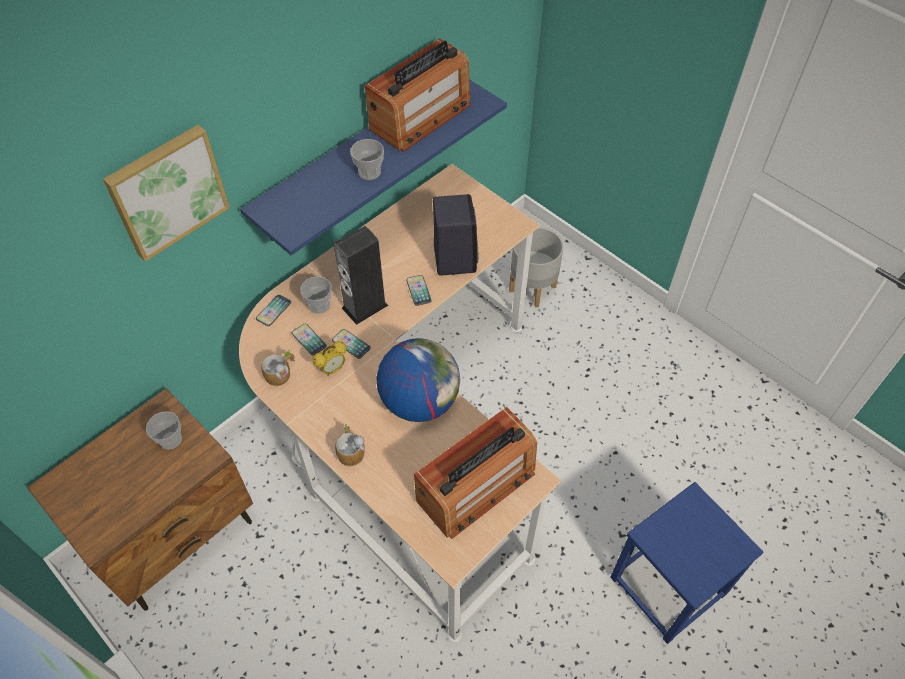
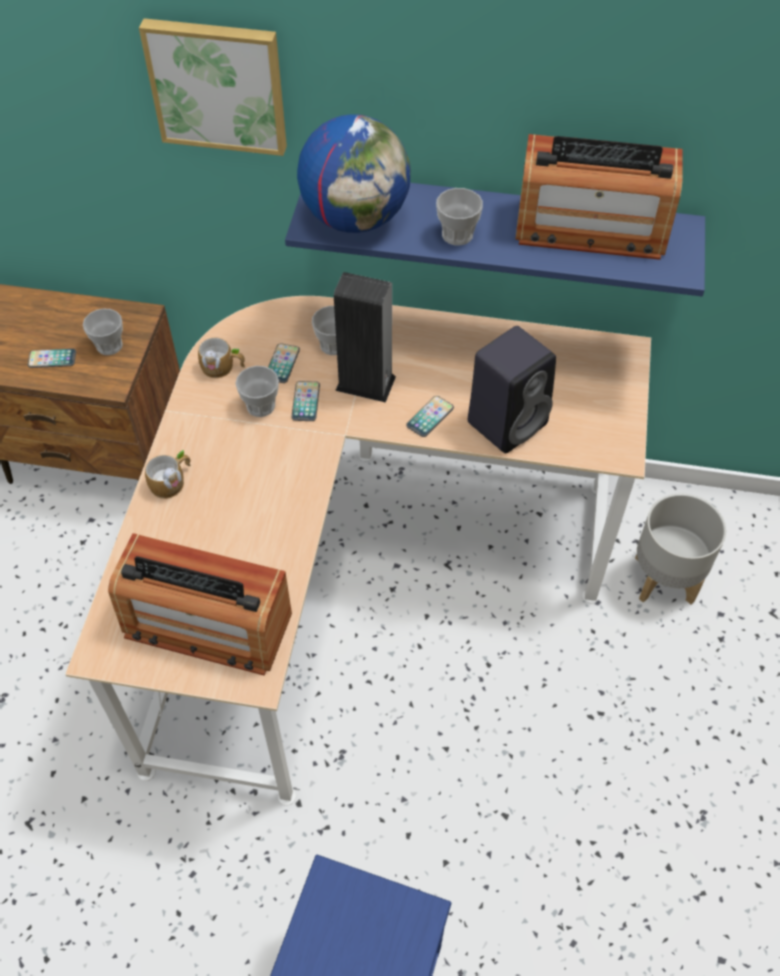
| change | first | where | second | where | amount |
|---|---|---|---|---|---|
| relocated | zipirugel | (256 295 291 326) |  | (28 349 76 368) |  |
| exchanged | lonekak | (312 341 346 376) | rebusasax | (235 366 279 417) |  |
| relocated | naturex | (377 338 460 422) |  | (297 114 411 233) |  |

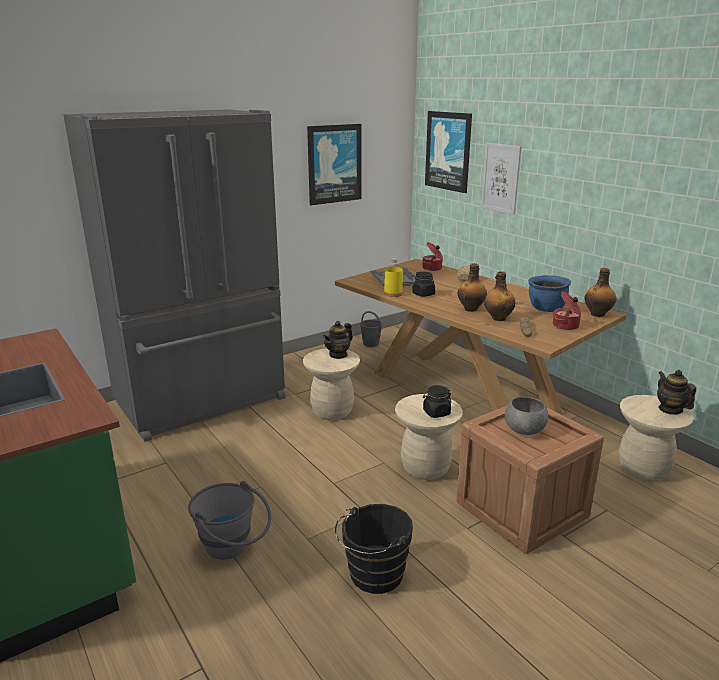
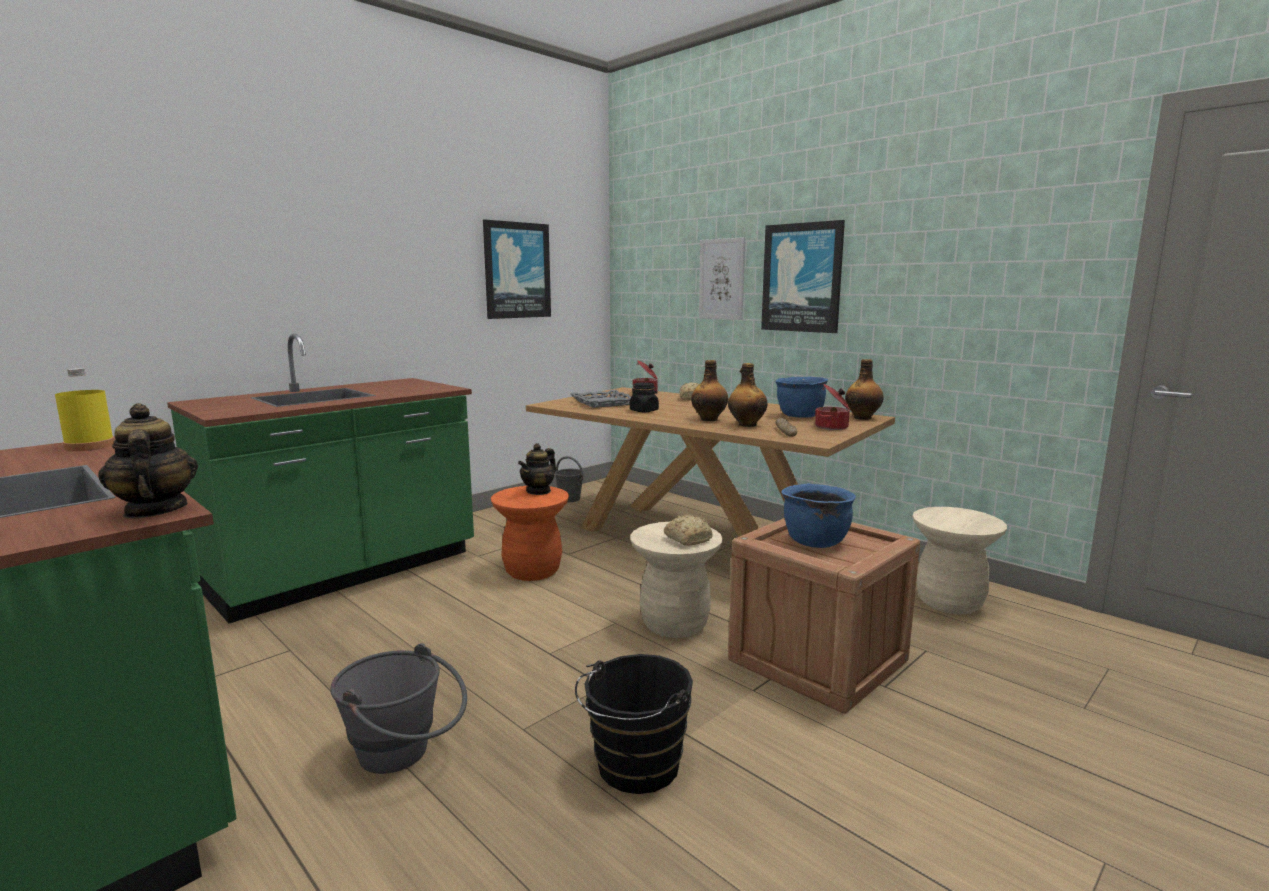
| change | first | where | second | where | amount |
|---|---|---|---|---|---|
| exchanged | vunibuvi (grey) | (63 109 286 442) | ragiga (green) | (167 334 474 623) |  |
| colour | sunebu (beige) | (303 348 360 420) | sunebu (orange) | (491 486 569 581) |  |
| relocated | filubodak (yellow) | (384 258 403 297) |  | (55 368 114 451) |  |
| exchanged | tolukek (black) | (423 385 451 418) | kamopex | (664 515 713 546) |  |
| relocated | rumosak | (425 111 472 193) |  | (761 220 845 333) |  |
| exchanged | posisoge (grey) | (505 397 548 435) | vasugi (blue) | (781 484 856 548) |  |
| relocated | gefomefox | (657 370 696 415) |  | (98 403 198 518) |  |

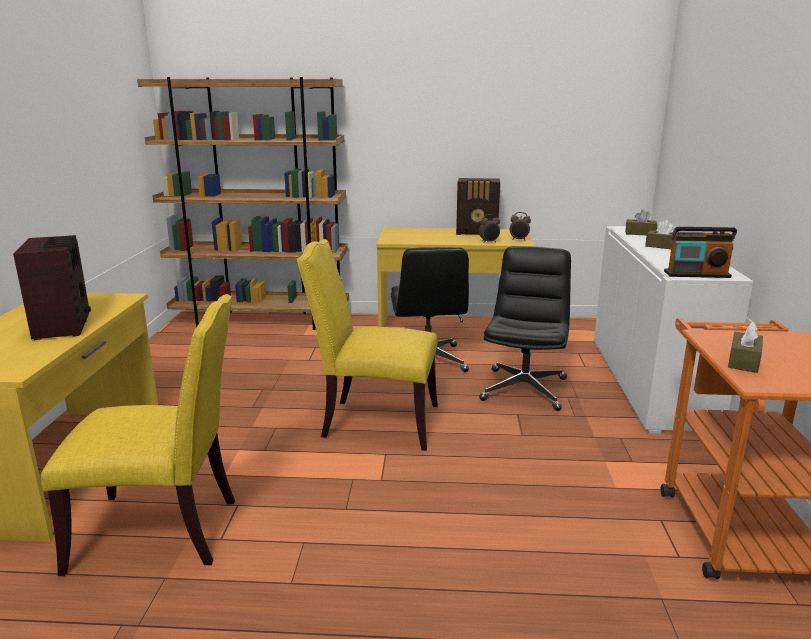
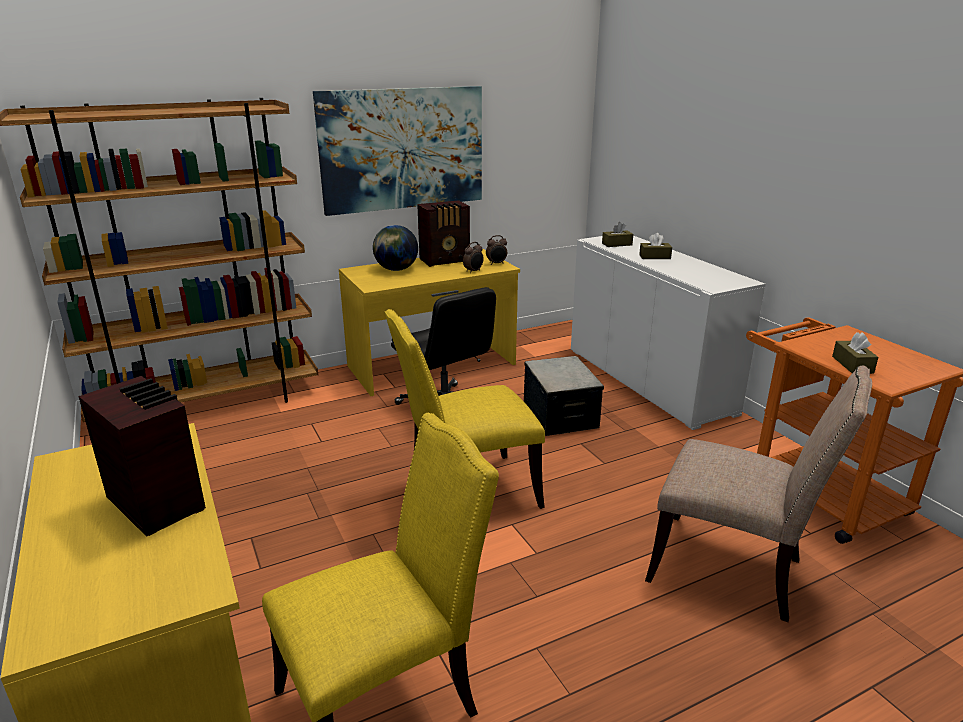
| change | first | where | second | where | amount |
|---|---|---|---|---|---|
| exchanged | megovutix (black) | (479 246 571 411) | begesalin | (524 356 604 436) |  |
| missing | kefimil | (664 227 737 278) |  |  |  |
| appeared |  |  | rumosak | (313 86 482 216) |  |
| appeared |  |  | naturex | (373 225 418 271) |  |
| appeared |  |  | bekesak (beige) | (645 366 872 622) |  |

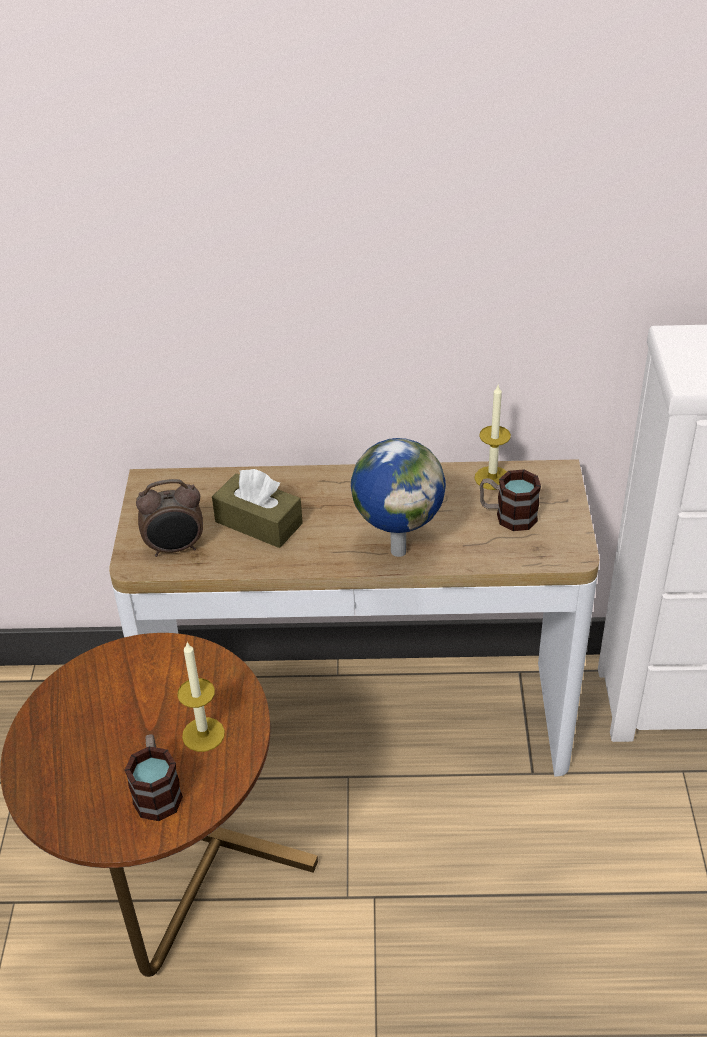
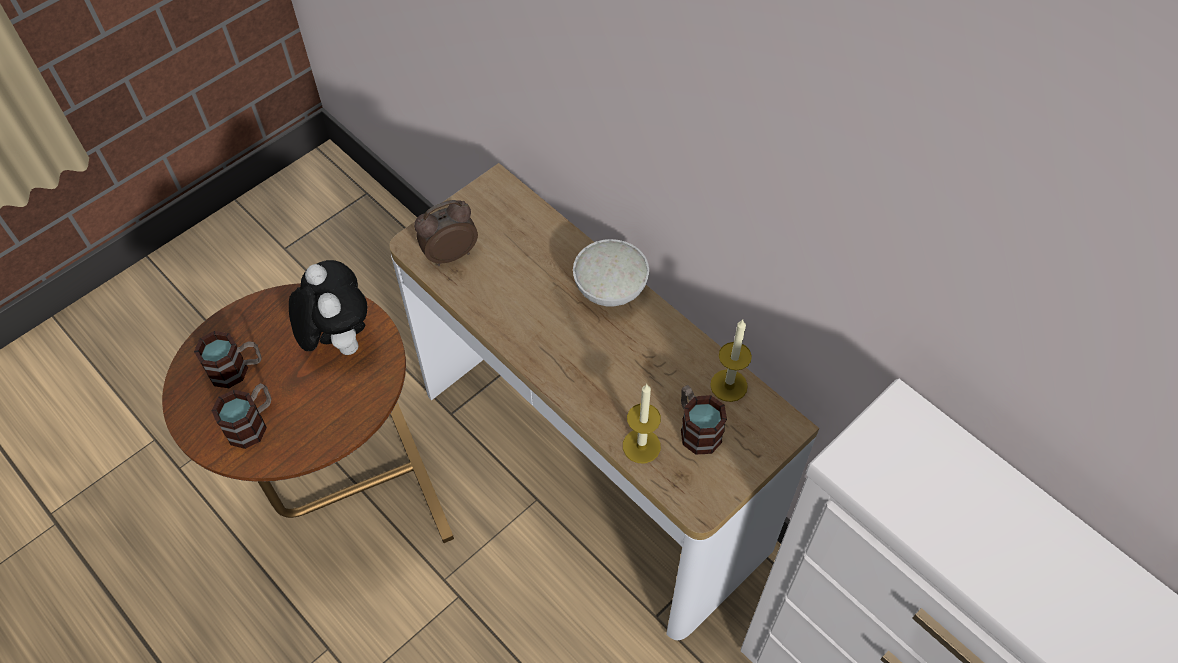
| change | first | where | second | where | amount |
|---|---|---|---|---|---|
| spun | lonekak | (136 479 203 557) |  | (414 200 478 266) | 120 degrees clockwise |
| relocated | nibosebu | (177 643 225 752) |  | (623 384 661 463) |  |
| missing | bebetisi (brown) | (212 469 303 548) |  |  |  |
| missing | naturex | (351 438 446 557) |  |  |  |
| appeared |  |  | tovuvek | (194 331 262 388) |  |
| appeared |  |  | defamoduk | (289 260 367 355) |  |
| appeared |  |  | posisoge (white) | (573 239 649 307) |  |

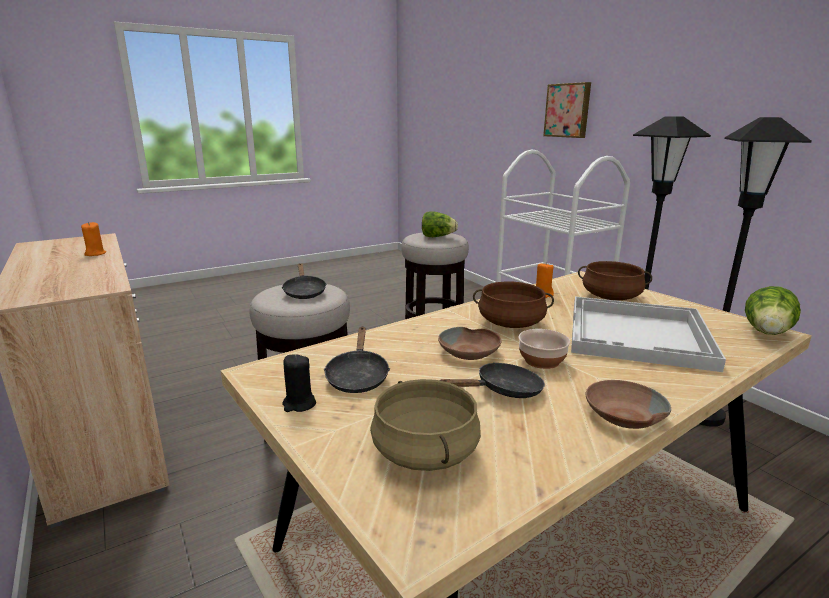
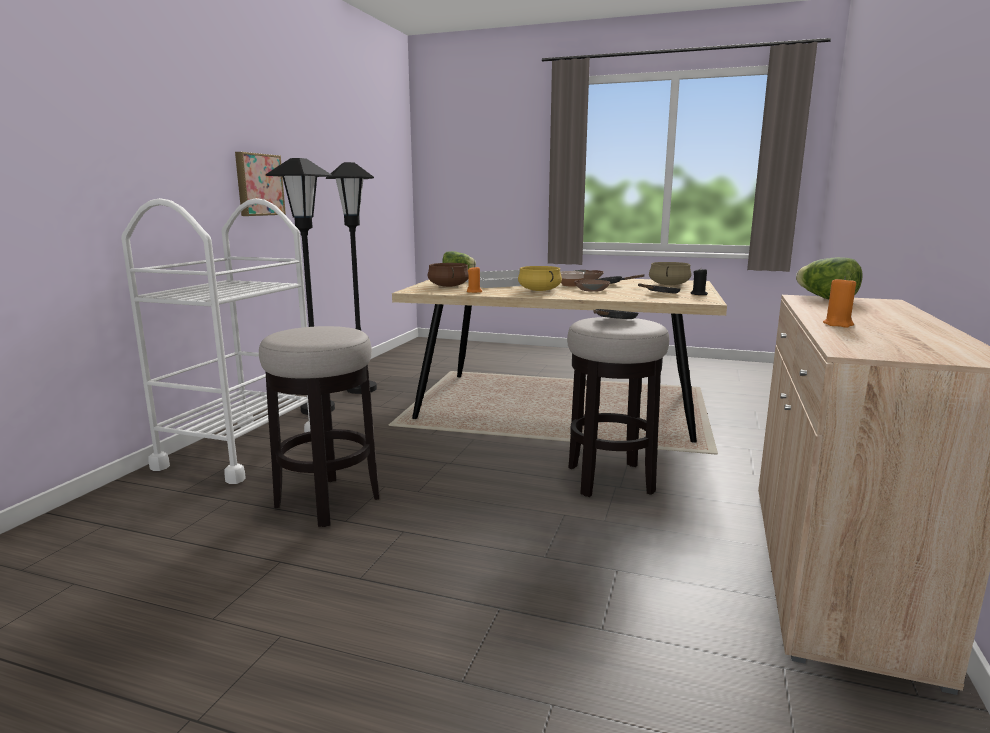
| change | first | where | second | where | amount |
|---|---|---|---|---|---|
| relocated | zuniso | (422 211 458 237) |  | (796 257 862 299) |  |
| colour | vasugi (brown) | (473 282 554 328) | vasugi (yellow) | (518 266 562 291) |  |
| relocated | rumosak | (543 82 591 138) |  | (235 152 286 216) |  |

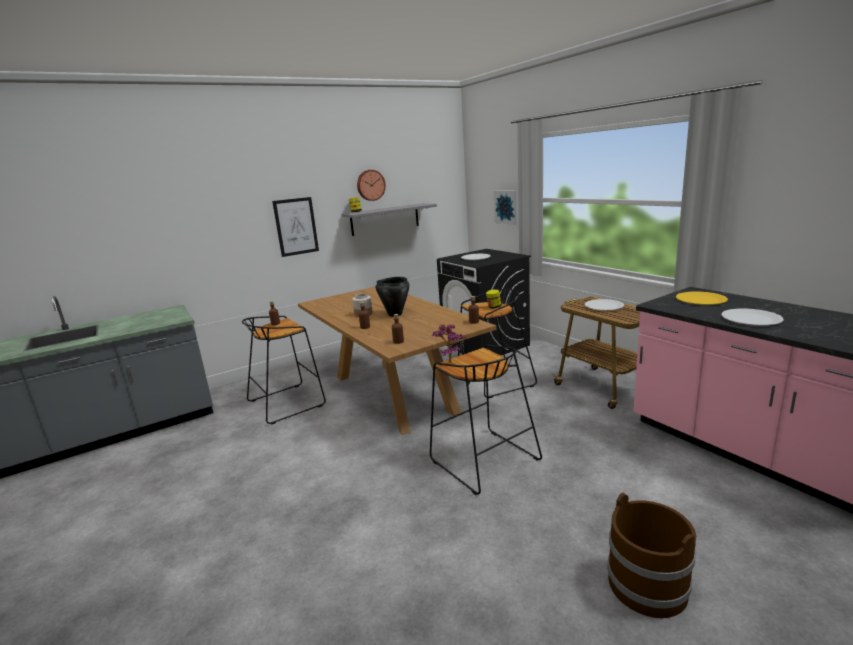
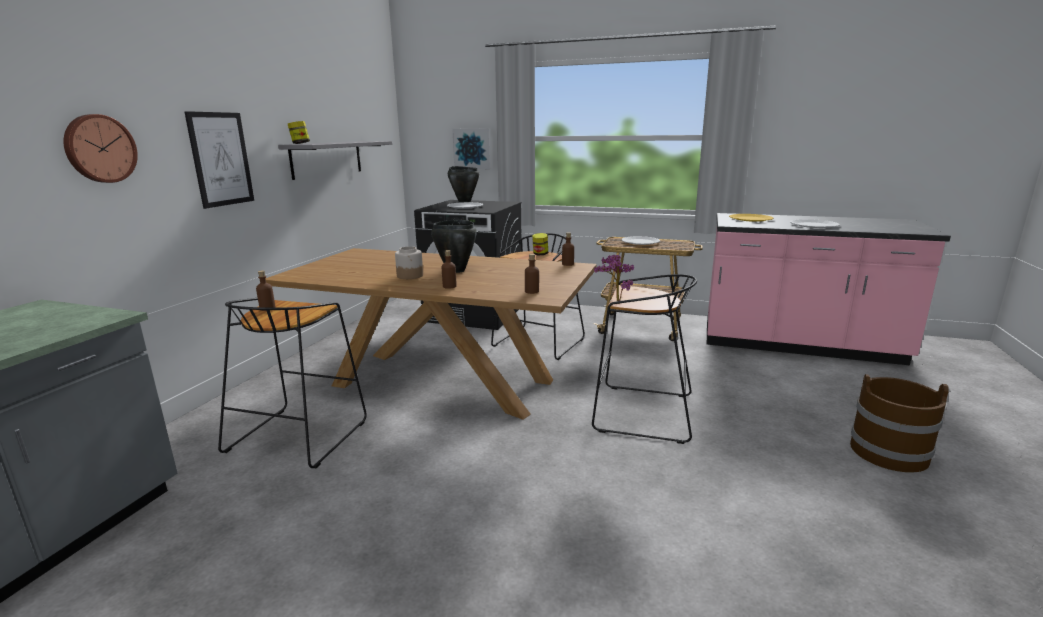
| change | first | where | second | where | amount |
|---|---|---|---|---|---|
| relocated | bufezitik | (357 170 386 201) |  | (64 114 138 183) |  |
| appeared |  |  | vasugi (black) | (448 166 479 202) |  |

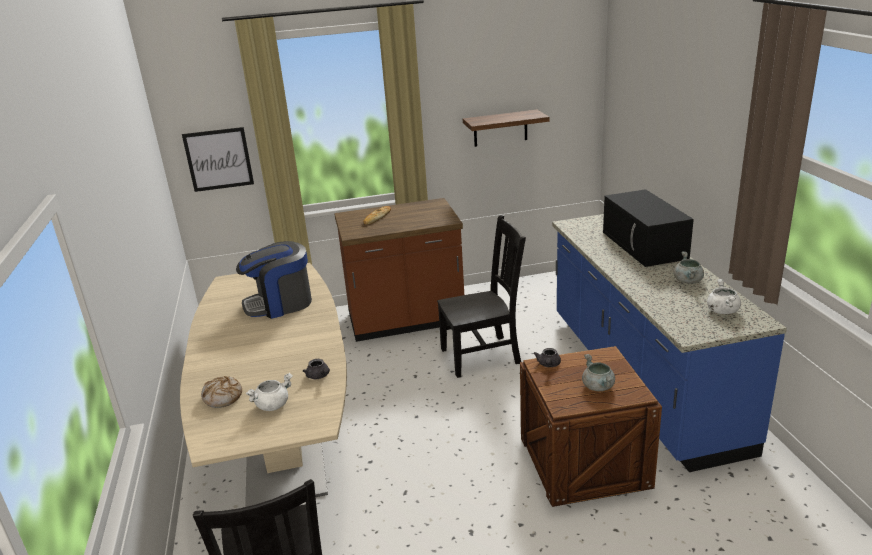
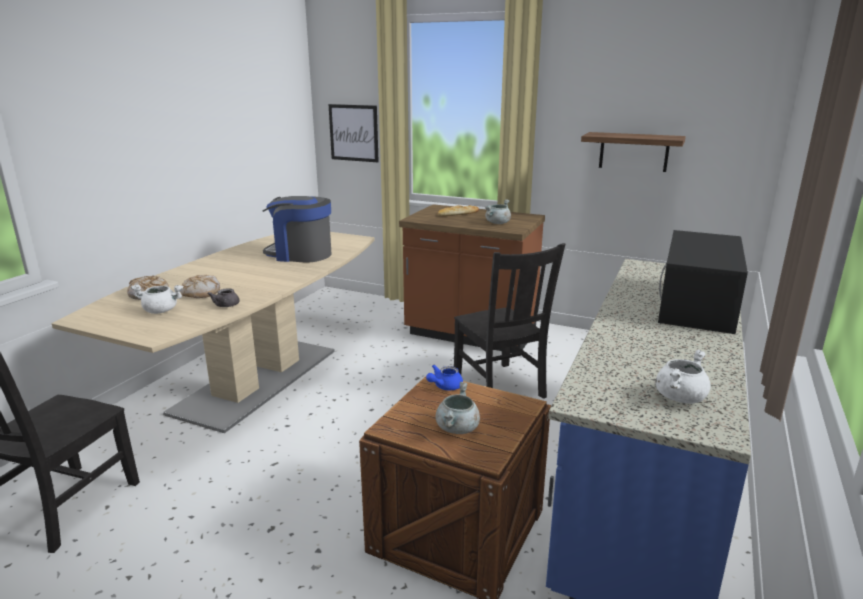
| change | first | where | second | where | amount |
|---|---|---|---|---|---|
| spun | bekesak (black) | (437 215 526 378) |  | (454 243 565 399) | 45 degrees clockwise |
| colour | gefomefox (grey) | (533 348 561 367) | gefomefox (blue) | (426 365 463 391) |  |
| relocated | vasugi (grey) | (673 251 704 283) |  | (485 199 511 224) |  |
| appeared |  |  | kamopex | (181 275 220 298) |  |

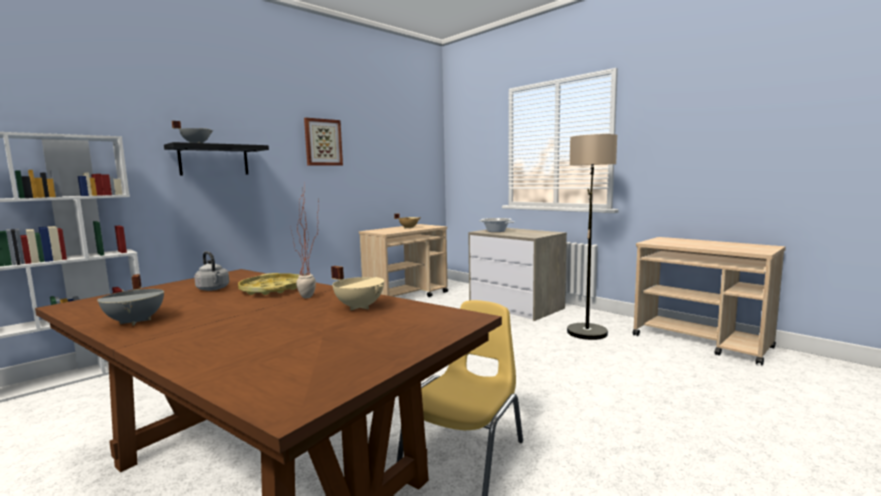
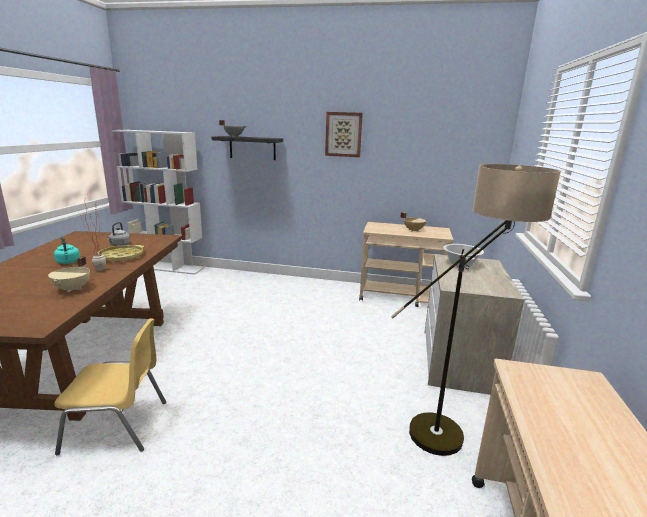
| change | first | where | second | where | amount |
|---|---|---|---|---|---|
| missing | vasugi (grey) | (97 274 164 326) |  |  |  |
| appeared |  |  | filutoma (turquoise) | (54 236 80 264) |  |

